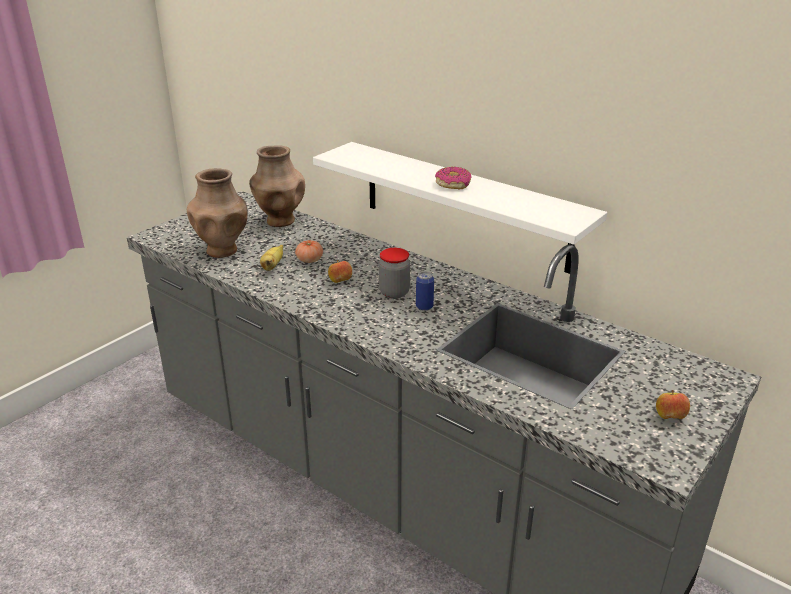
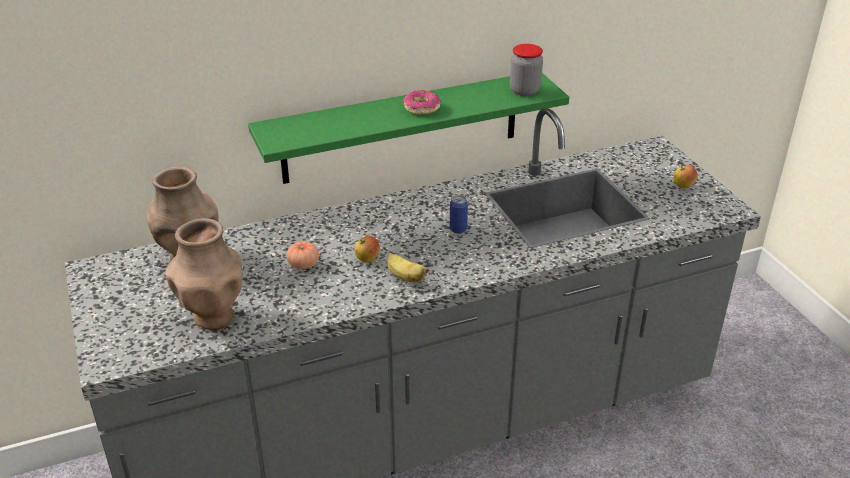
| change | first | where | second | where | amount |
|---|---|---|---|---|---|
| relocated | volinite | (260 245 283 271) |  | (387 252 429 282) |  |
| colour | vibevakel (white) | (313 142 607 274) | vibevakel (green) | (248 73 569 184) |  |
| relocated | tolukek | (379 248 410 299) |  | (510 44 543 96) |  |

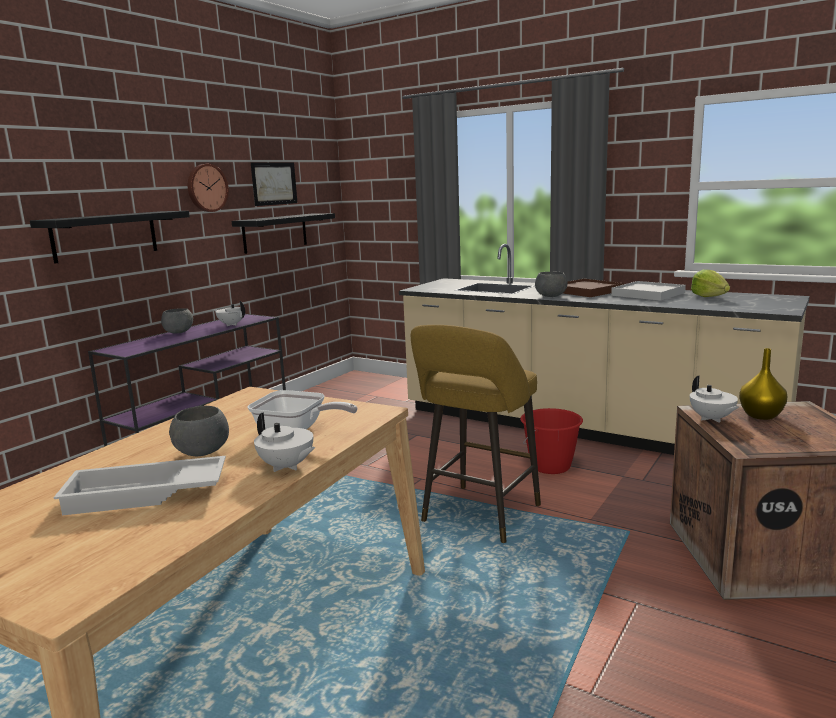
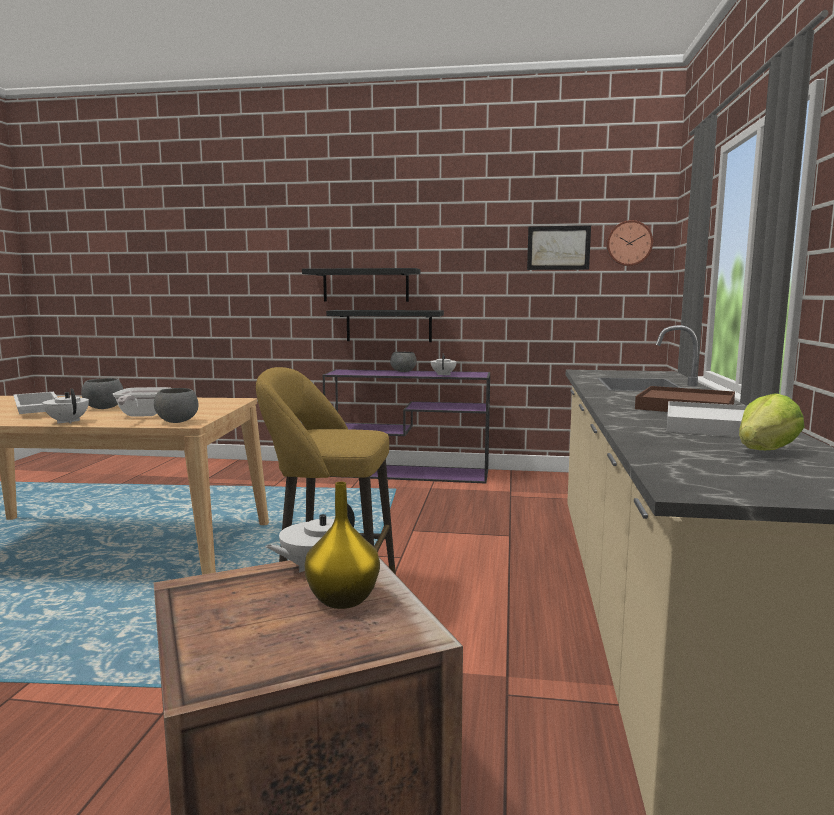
| change | first | where | second | where | amount |
|---|---|---|---|---|---|
| relocated | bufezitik | (188 164 229 212) |  | (606 220 653 266) |  |
| relocated | vibevakel (black) | (231 213 335 254) |  | (326 310 444 342) |  |
| spun | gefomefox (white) | (254 412 315 472) |  | (42 388 89 424) | 120 degrees clockwise |
| missing | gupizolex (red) | (520 408 583 474) |  |  |  |
| relocated | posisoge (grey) | (535 272 568 297) |  | (154 388 199 423) |  |

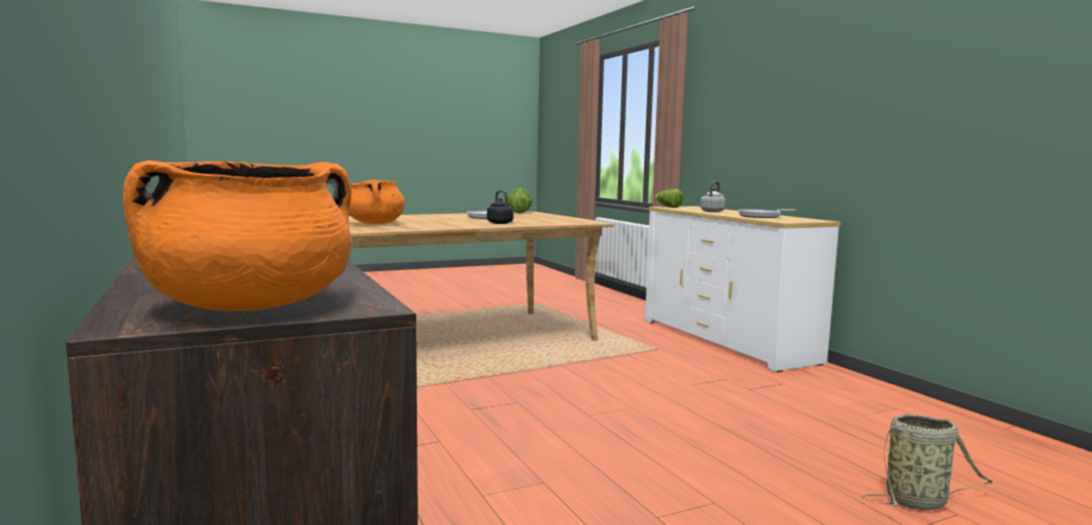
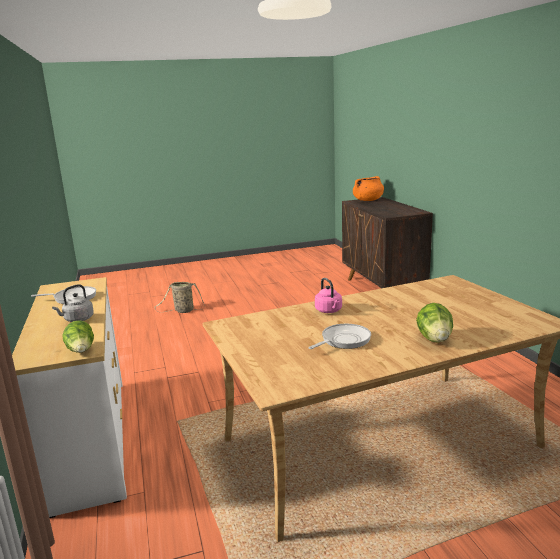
| change | first | where | second | where | amount |
|---|---|---|---|---|---|
| missing | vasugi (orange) | (349 180 405 224) |  |  |  |
| colour | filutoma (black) | (487 190 514 224) | filutoma (pink) | (315 278 342 313) |  |
| relocated | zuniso | (507 188 532 214) |  | (416 303 453 343) |  |

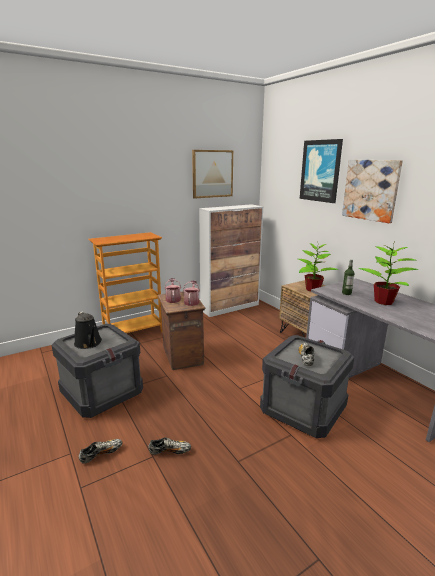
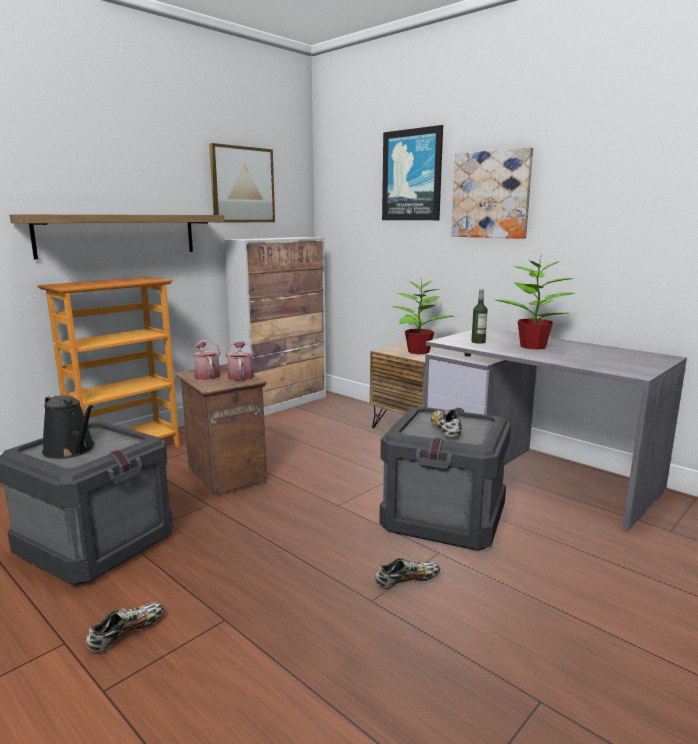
| change | first | where | second | where | amount |
|---|---|---|---|---|---|
| relocated | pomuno | (148 437 191 455) |  | (375 558 440 589) |  |
| appeared |  |  | vibevakel | (10 214 224 259) |  |

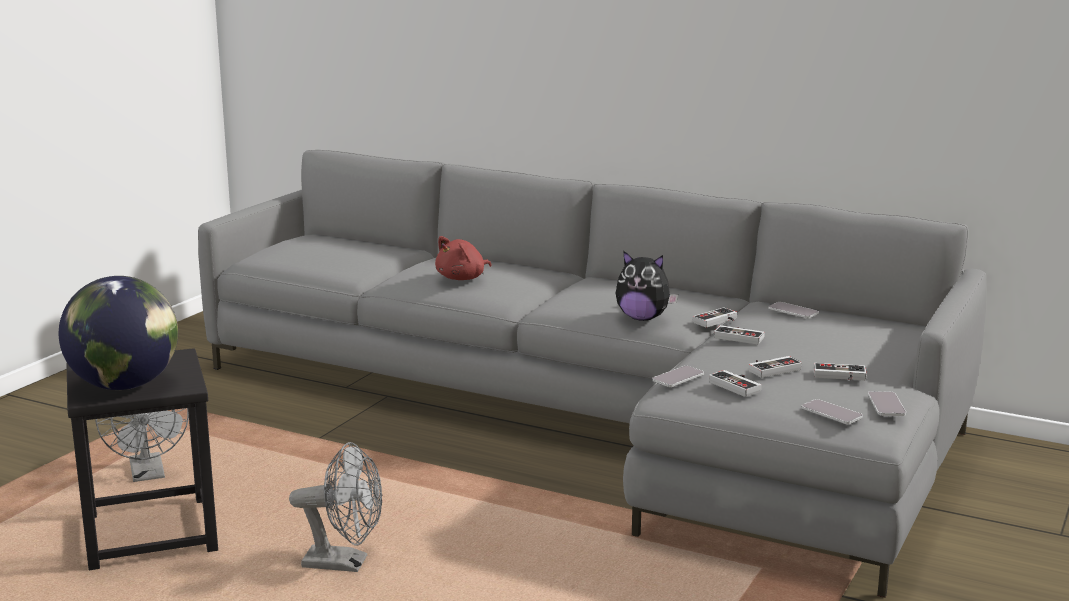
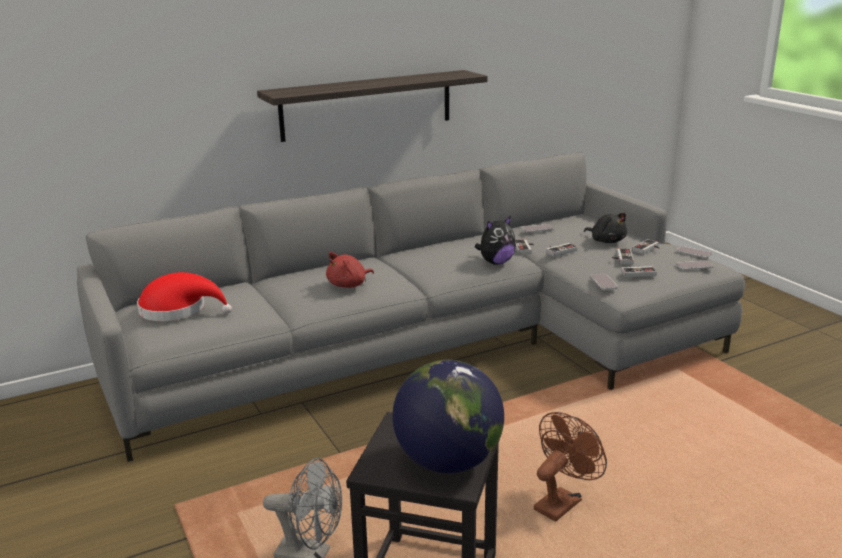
| change | first | where | second | where | amount |
|---|---|---|---|---|---|
| colour | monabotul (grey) | (289 442 382 572) | monabotul (brown) | (534 412 607 521) |  |
| spun | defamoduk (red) | (435 236 491 280) |  | (326 252 374 288) | 60 degrees clockwise |
| appeared |  |  | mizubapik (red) | (137 272 232 321) |  |
| appeared |  |  | vibevakel | (257 70 487 142) |  |
| appeared |  |  | defamoduk (black) | (584 213 627 243) |  |

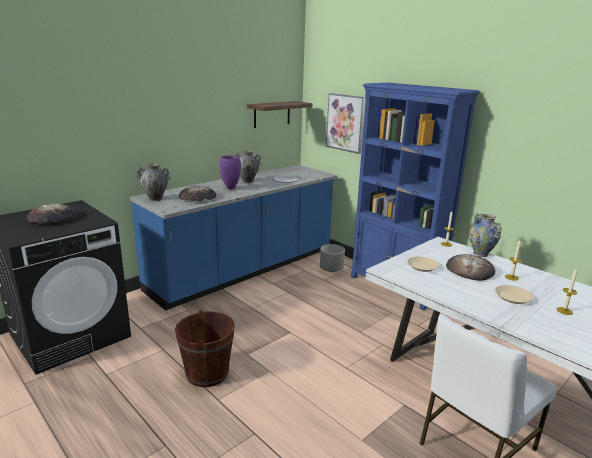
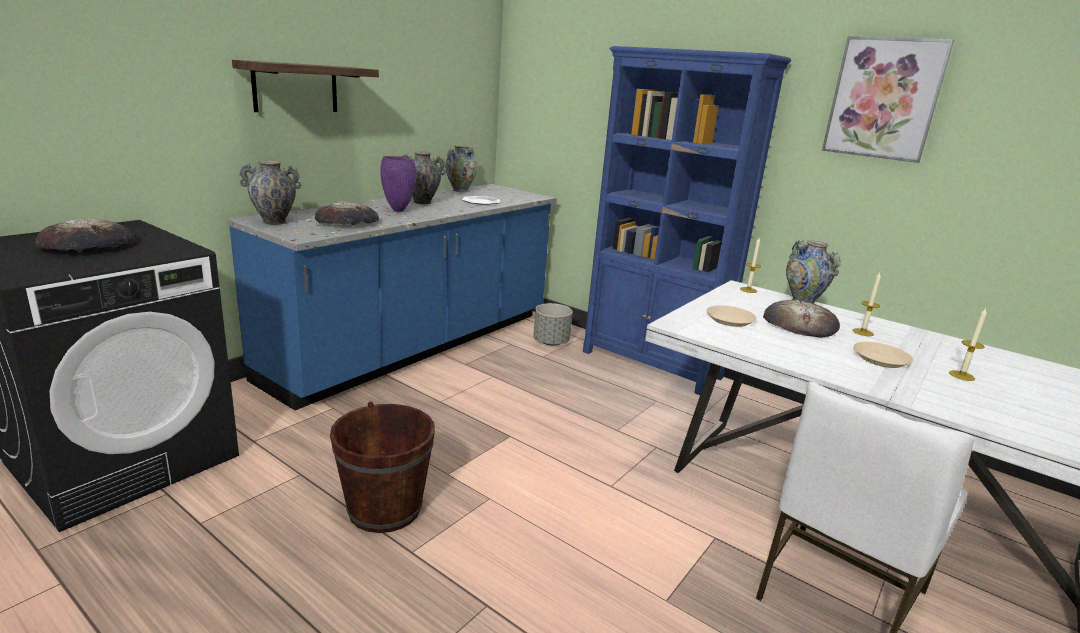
| change | first | where | second | where | amount |
|---|---|---|---|---|---|
| relocated | vibevakel | (247 101 313 128) |  | (232 60 379 112) |  |
| relocated | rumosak | (326 93 365 154) |  | (822 36 954 163) |  |
| appeared |  |  | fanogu | (445 145 478 192) |  |

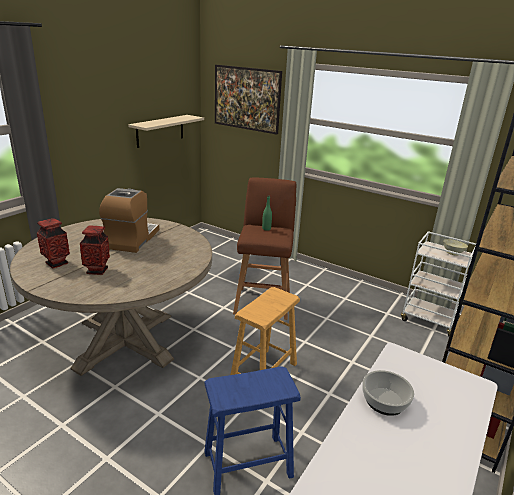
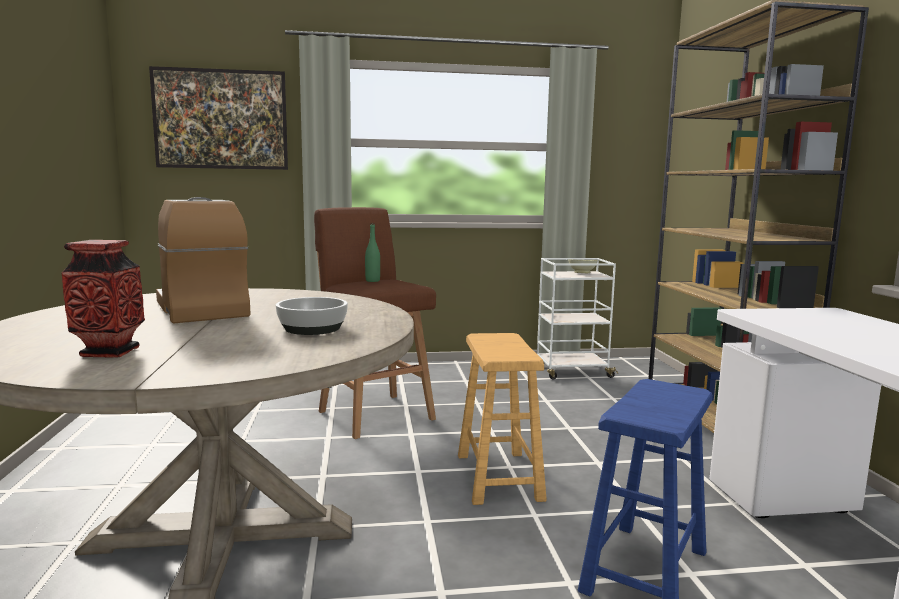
| change | first | where | second | where | amount |
|---|---|---|---|---|---|
| missing | fanogu | (80 225 110 275) |  |  |  |
| missing | vibevakel (beige) | (128 115 204 148) |  |  |  |
| relocated | posisoge | (362 370 414 416) |  | (276 297 348 335) |  |

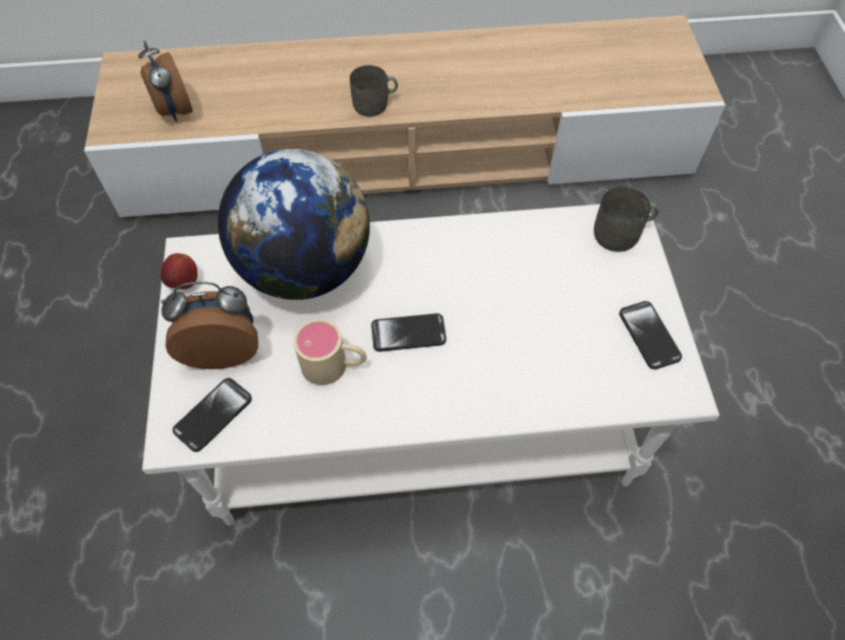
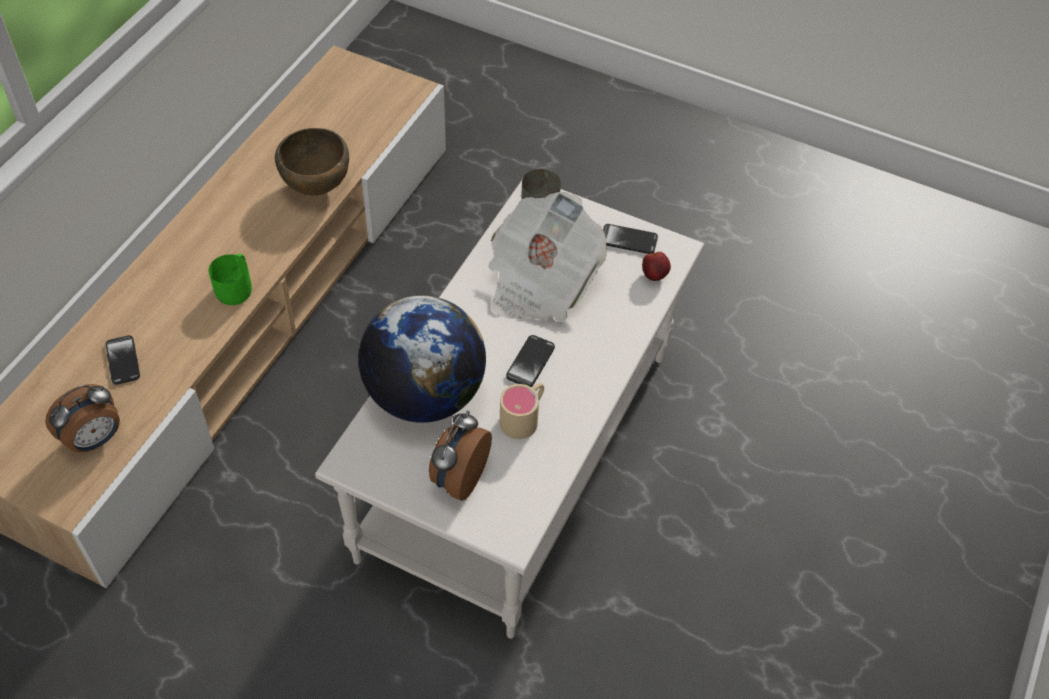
| change | first | where | second | where | amount |
|---|---|---|---|---|---|
| spun | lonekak | (138 41 193 122) |  | (45 384 120 452) | 45 degrees counterclockwise |
| relocated | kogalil | (160 253 197 289) |  | (642 252 671 281) |  |
| relocated | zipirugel | (173 378 252 452) |  | (106 335 140 385) |  |
| colour | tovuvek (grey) | (350 65 398 117) | tovuvek (green) | (209 254 252 305) |  |
| appeared |  |  | posisoge (brown) | (275 128 349 195) |  |
| appeared |  |  | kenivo | (488 192 607 321) |  |

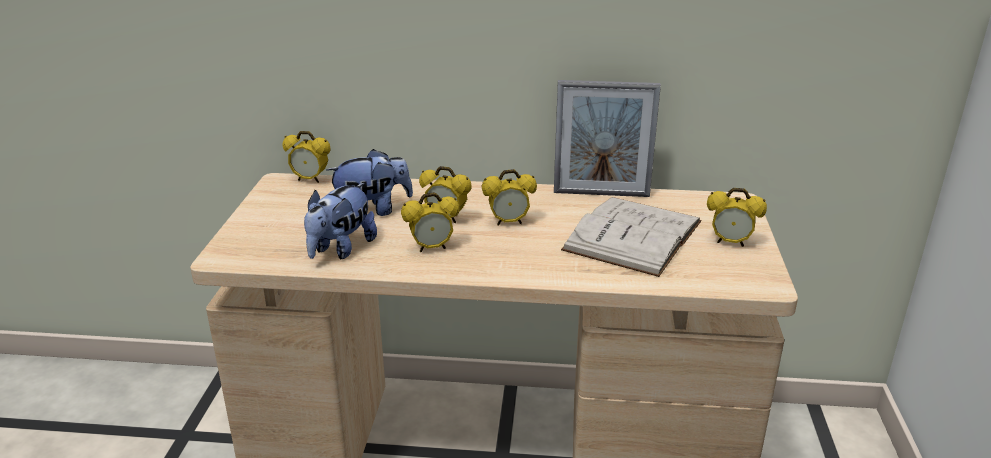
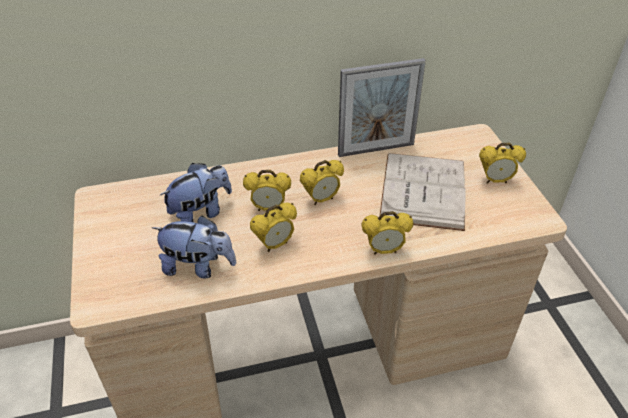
| change | first | where | second | where | amount |
|---|---|---|---|---|---|
| relocated | lonekak | (283 131 331 183) |  | (361 211 414 255) |  |
| spun | defamoduk | (304 183 377 259) |  | (152 215 236 278) | 90 degrees counterclockwise |

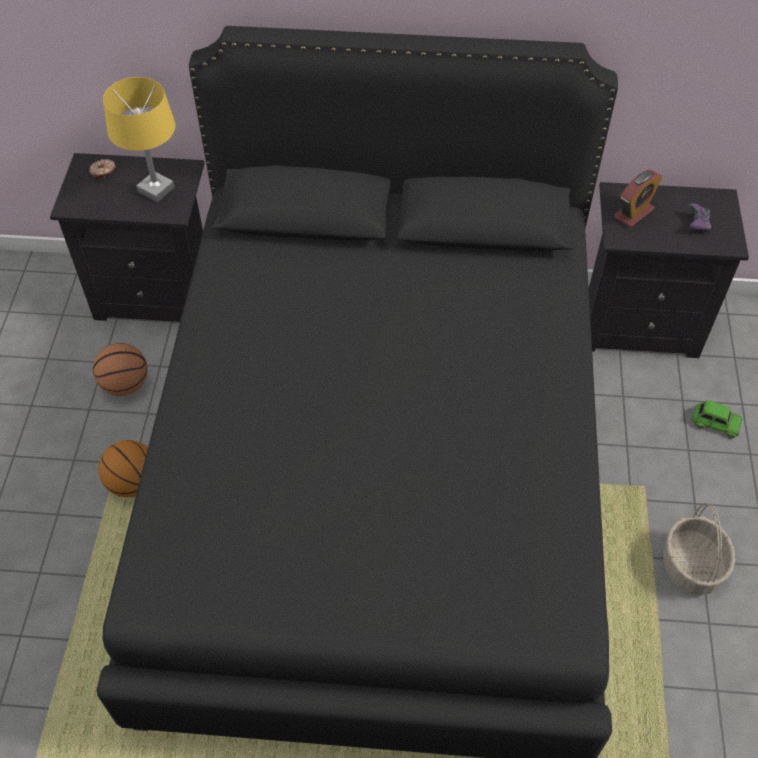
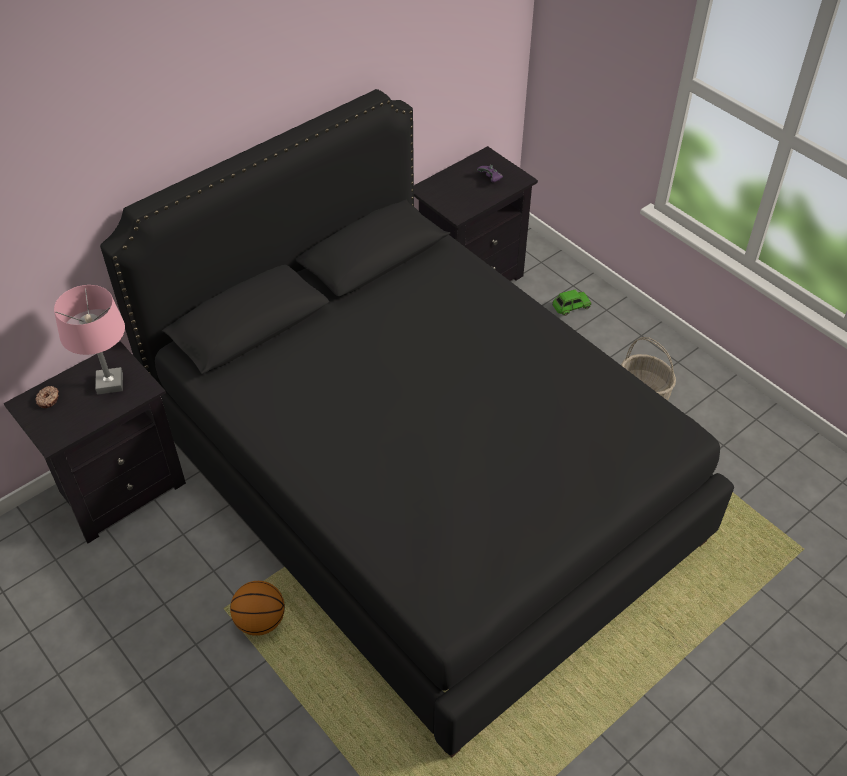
| change | first | where | second | where | amount |
|---|---|---|---|---|---|
| missing | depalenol | (93 343 148 396) |  |  |  |
| colour | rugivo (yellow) | (103 77 175 202) | rugivo (pink) | (54 285 125 395) |  |
| missing | lonekak | (614 170 662 228) |  |  |  |

